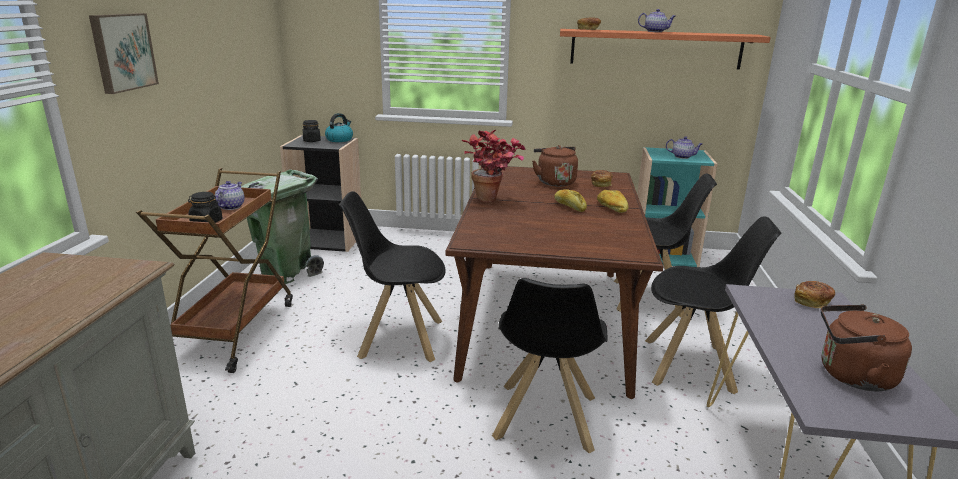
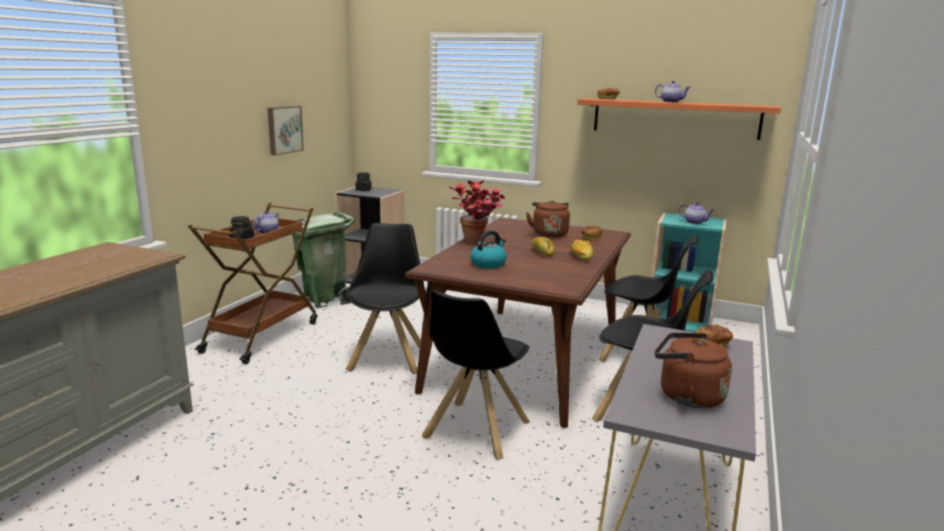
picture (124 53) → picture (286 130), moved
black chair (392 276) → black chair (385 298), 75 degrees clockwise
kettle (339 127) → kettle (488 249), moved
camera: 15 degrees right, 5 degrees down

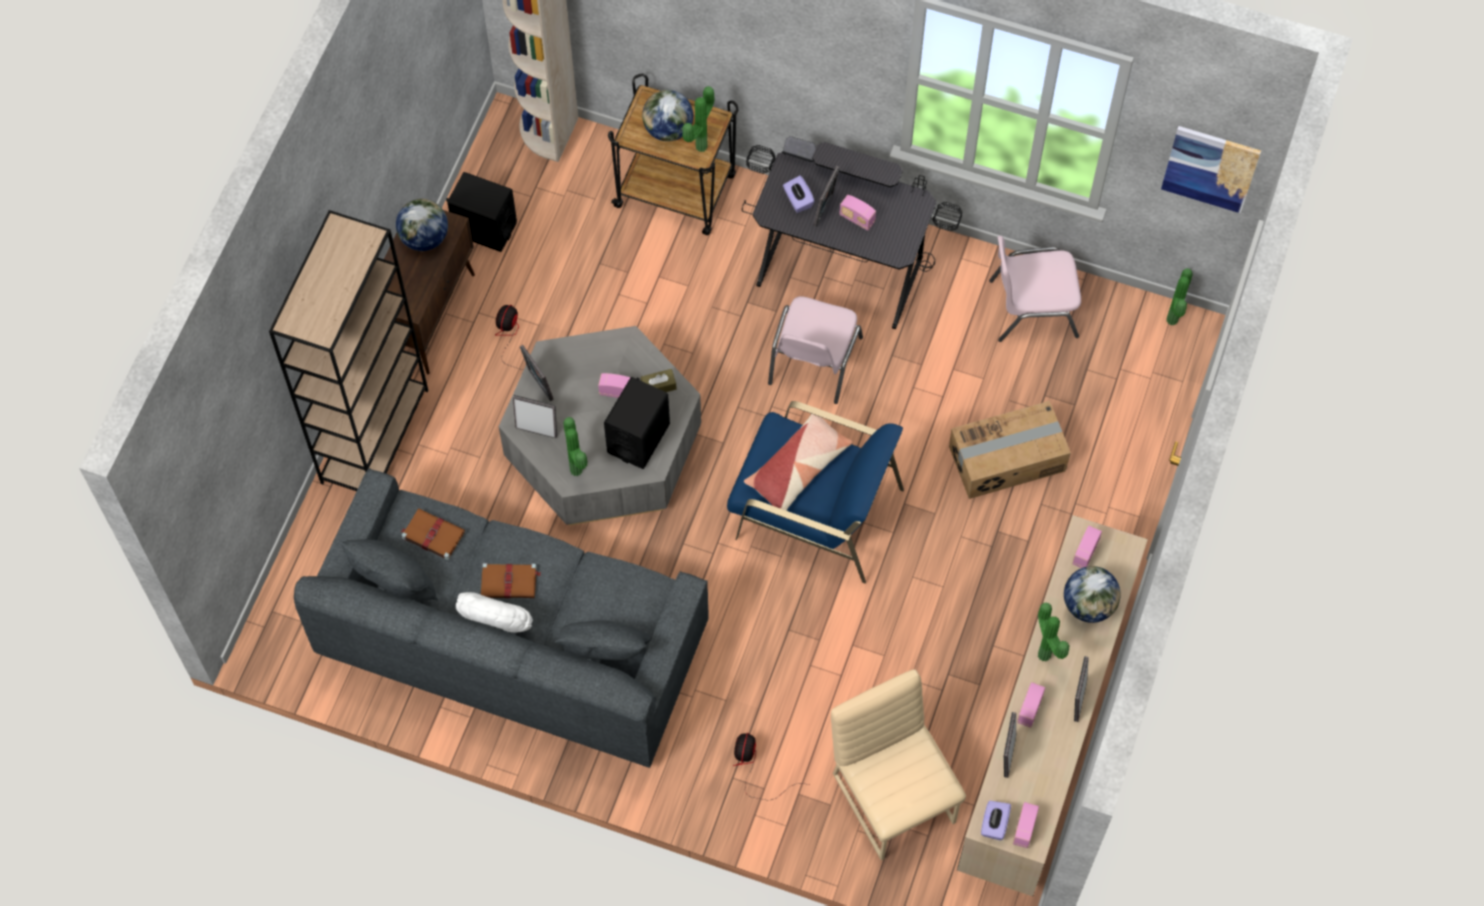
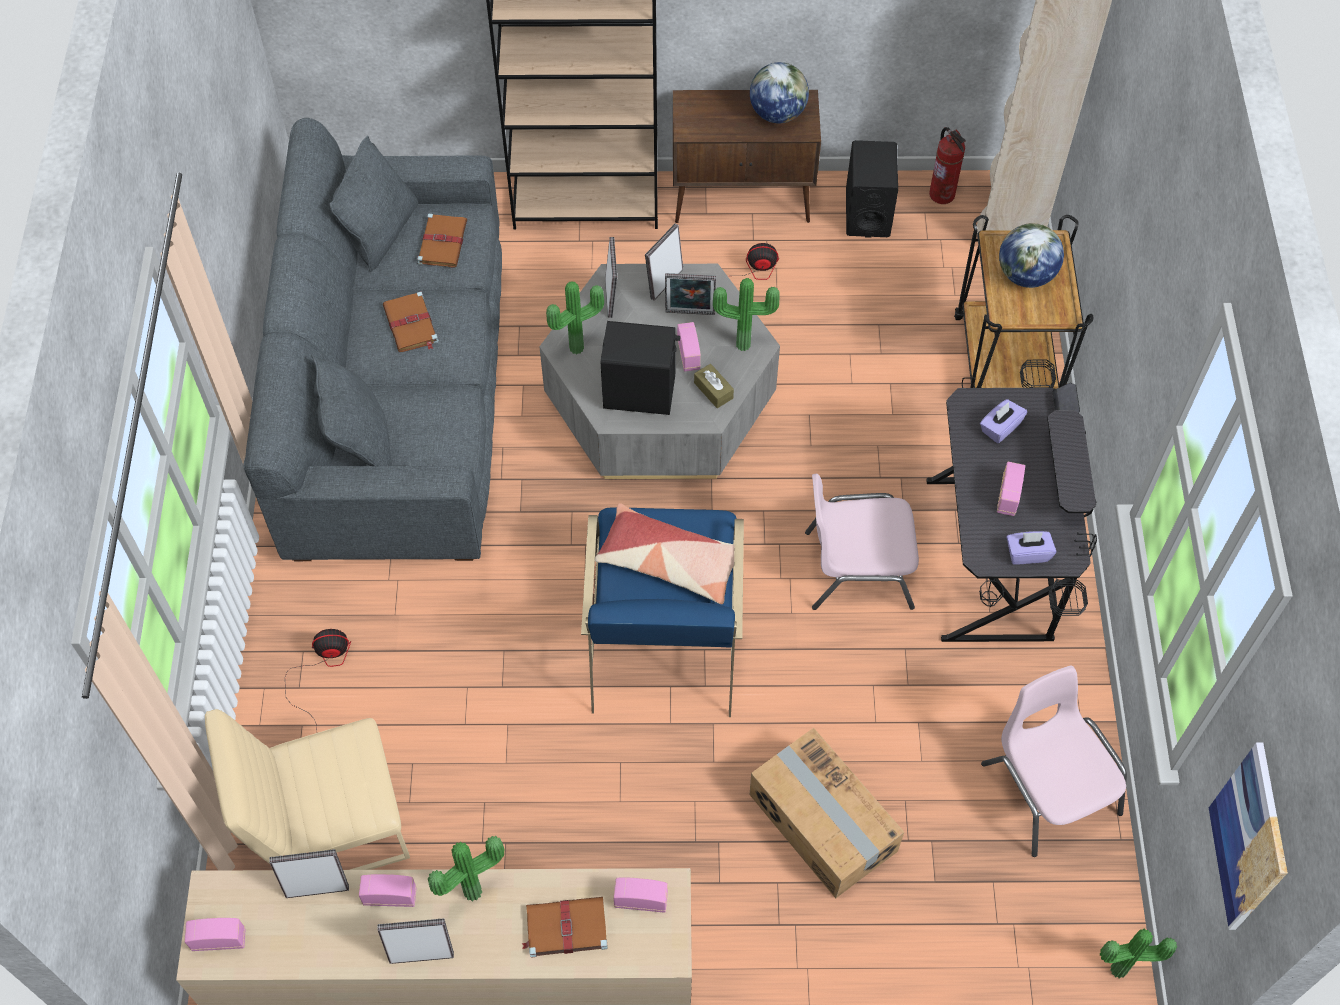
beige chair (898 764) → beige chair (307 789), 150 degrees counterclockwise
globe (1092 594) → brown book (565 927)
picture frame (826 196) → picture frame (690 294), moved
potted plant (698 119) → potted plant (746 314), moved
- → fire extinguisher (947 165)
purple tissue box (996 820) → purple tissue box (1031 548), moved
white pillow (494 612) → -
camera: 70 degrees right, 5 degrees down

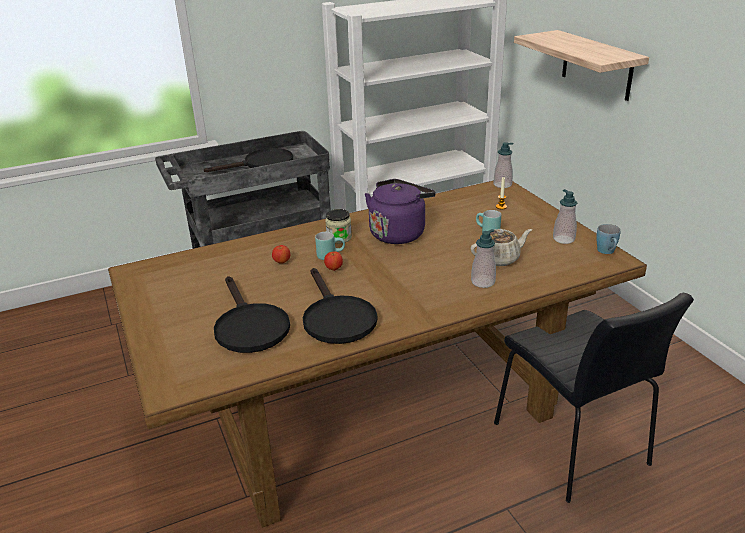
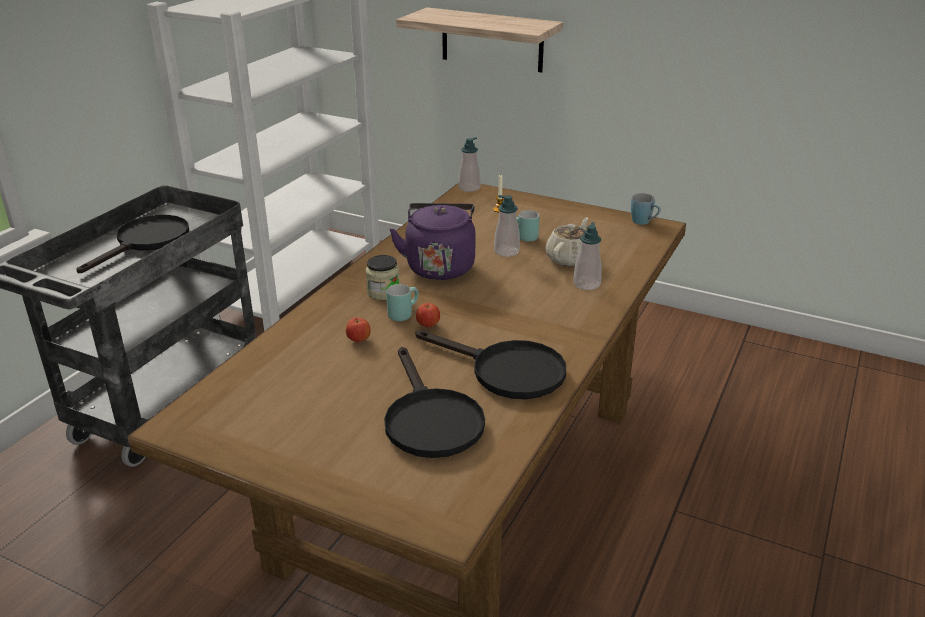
black frying pan (252 314) → black frying pan (434 402), 45 degrees clockwise
soap dispenser (565 216) → soap dispenser (507 226), moved
black chair (594 398) → -
camera: 40 degrees left, 0 degrees up

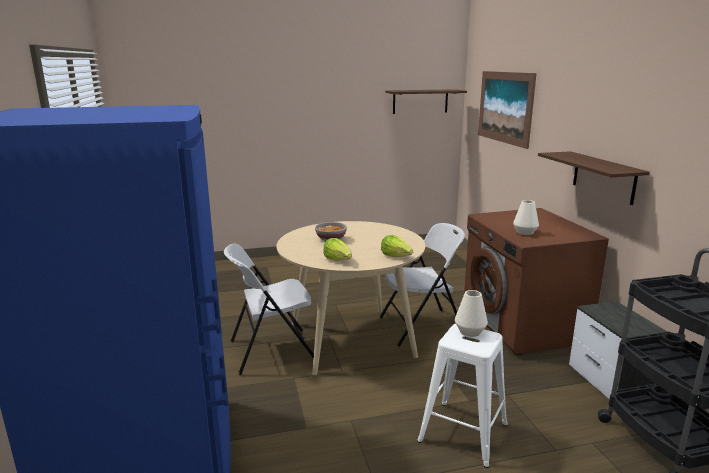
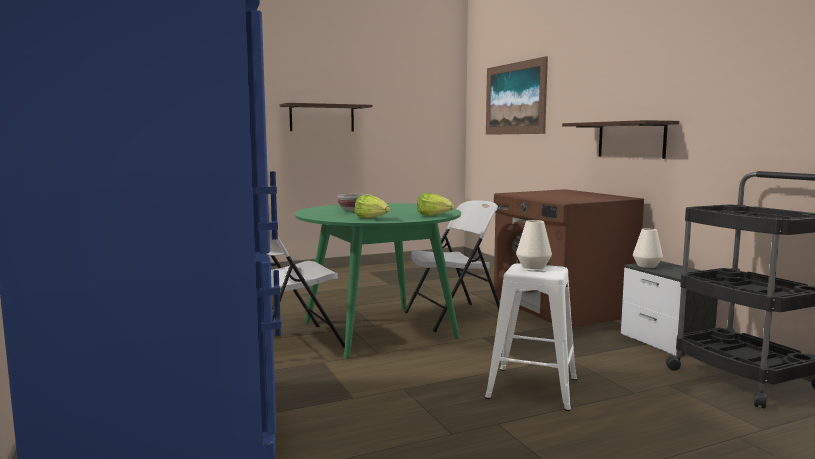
shelf (426 101) → shelf (325 117), moved
beige dining table (350 298) → green dining table (377 280)
white vase (526 217) → white vase (648 248), moved
camera: 10 degrees left, 10 degrees down

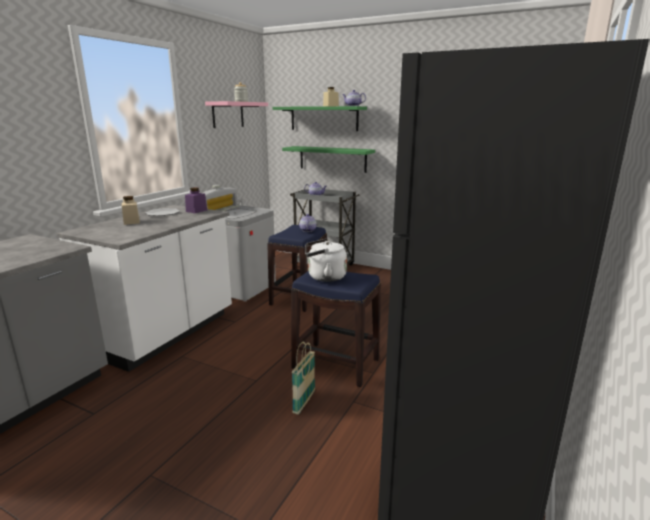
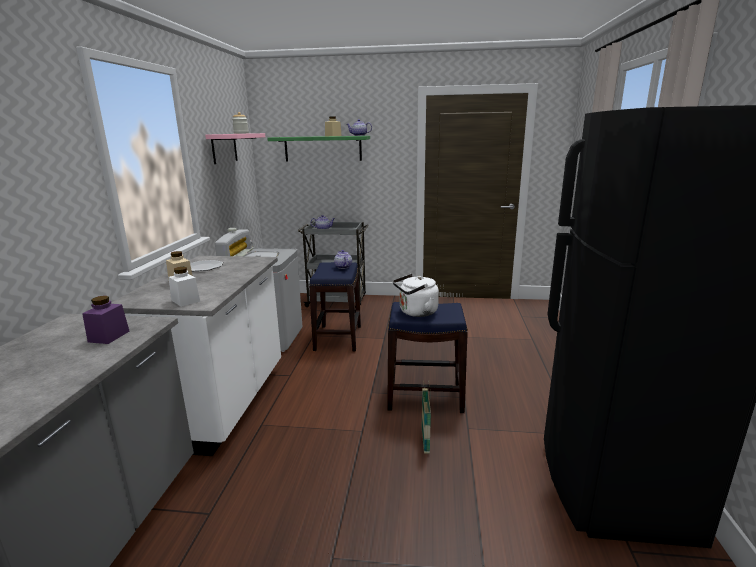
purple jar (196 200) → purple jar (105 320), moved
- → white jar (184 287)
green shelf (328 159) → -
camera: 20 degrees left, 0 degrees up

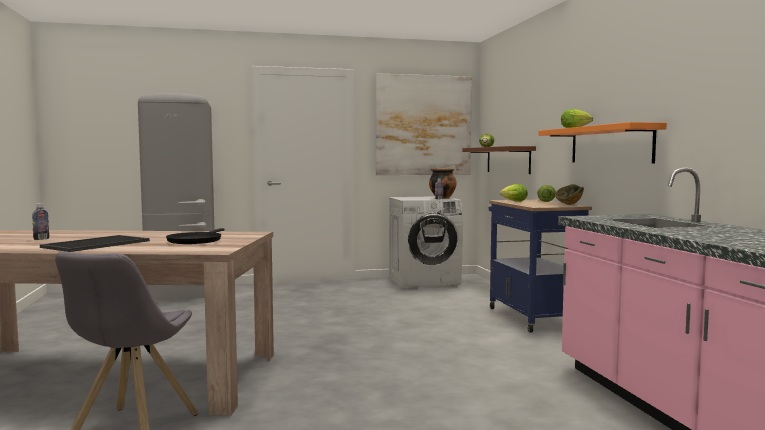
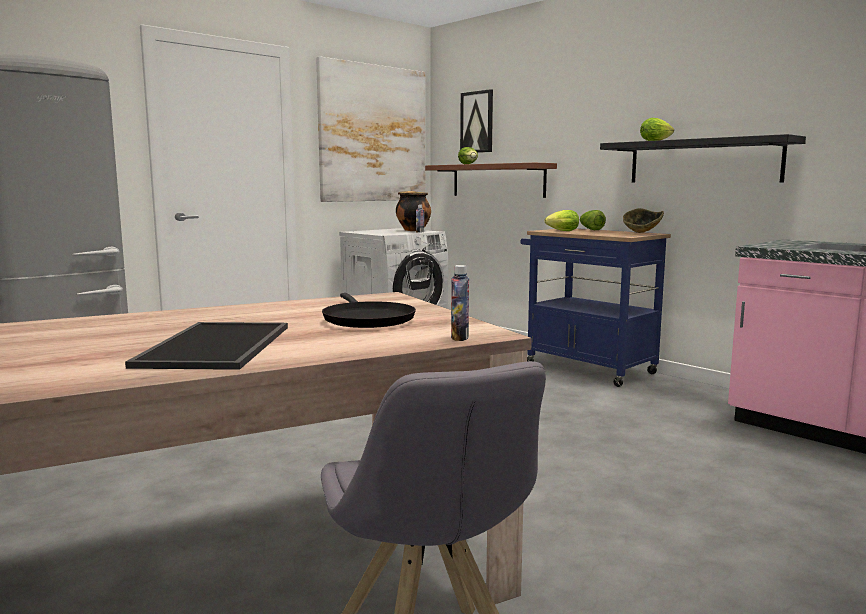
bottle (41 221) → bottle (460 303), moved
- → picture (476 121)
orange shelf (602 143) → black shelf (703 158)
camera: 30 degrees left, 5 degrees up

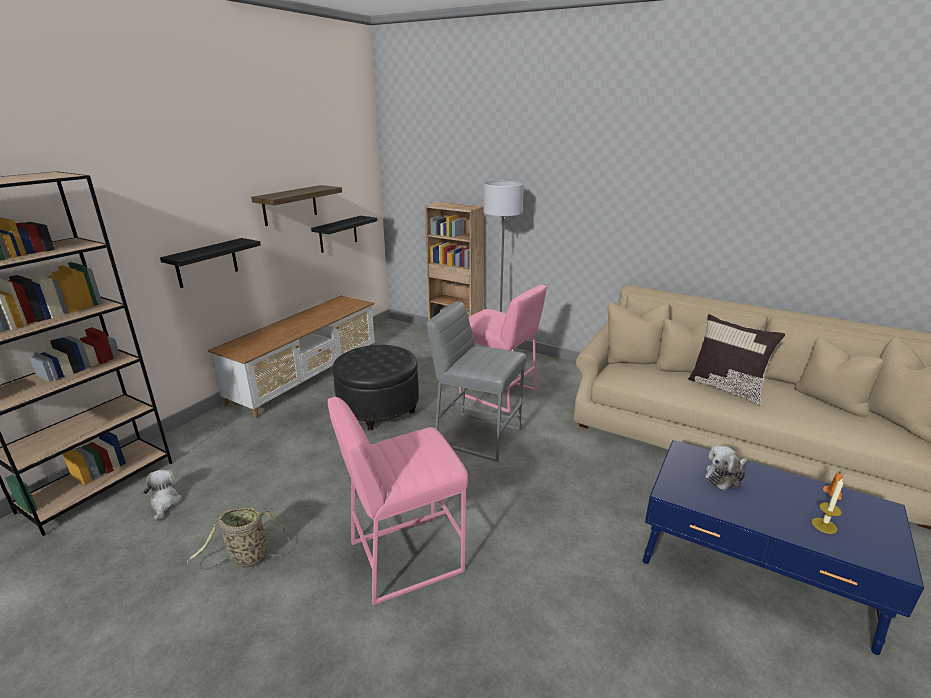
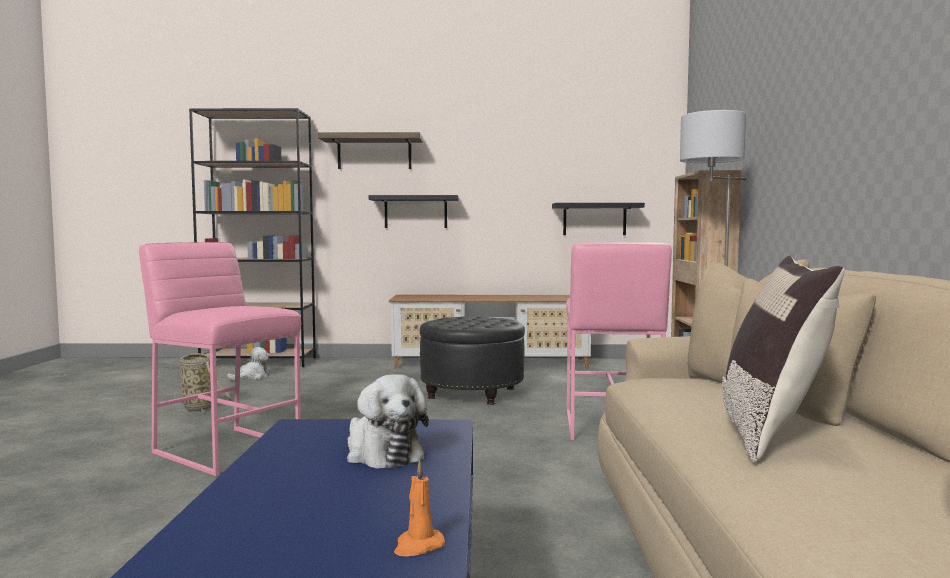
shelf (296 205) → shelf (370 150), moved
plush toy (726 468) → plush toy (388 421), 150 degrees counterclockwise
grey stool (477 381) → -
candle (827 506) → -
camera: 60 degrees right, 20 degrees down

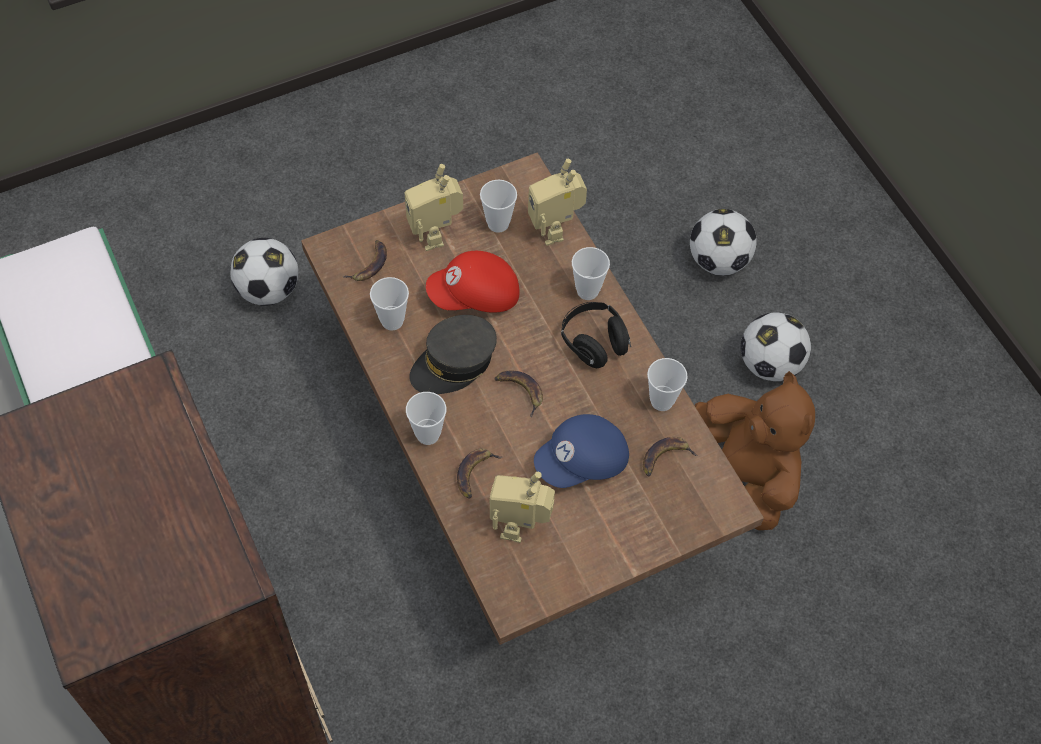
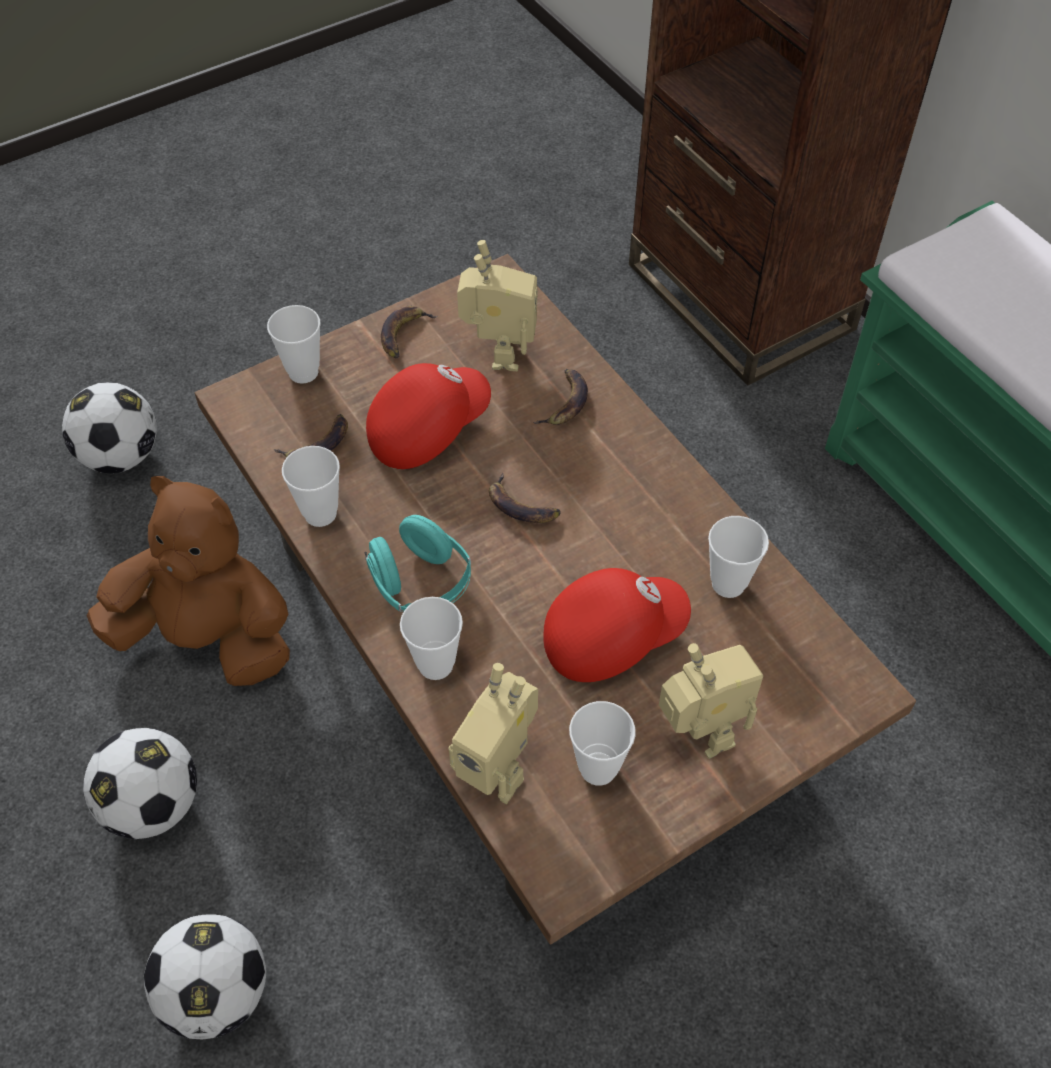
football (264 272) → football (109 427), moved
brown plush toy (755 450) → brown plush toy (188 581), 135 degrees clockwise
cup (426 418) → cup (294 344), moved
black headphones (596 335) → turquoise headphones (418 563)
blue cap (581 451) → red cap (428 416)
banana (364 260) → banana (409 332), moved
toy robot (557 202) → toy robot (493 733), 150 degrees clockwise
grey cap (453 354) → -
camera: 175 degrees right, 5 degrees down

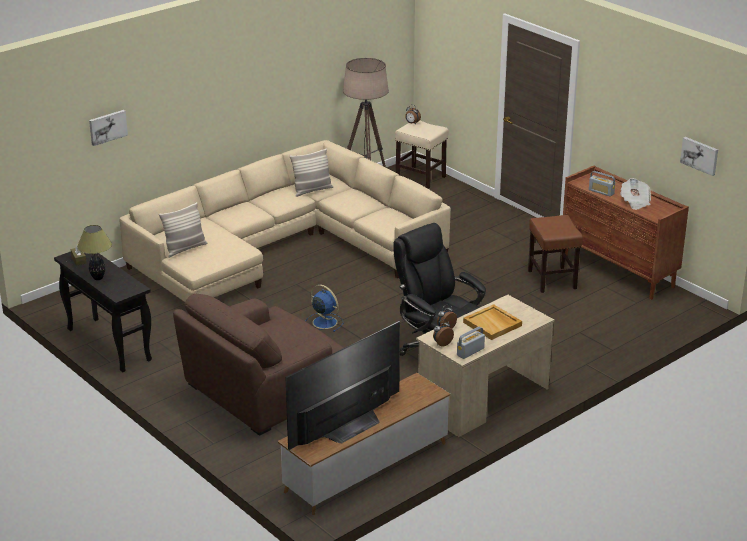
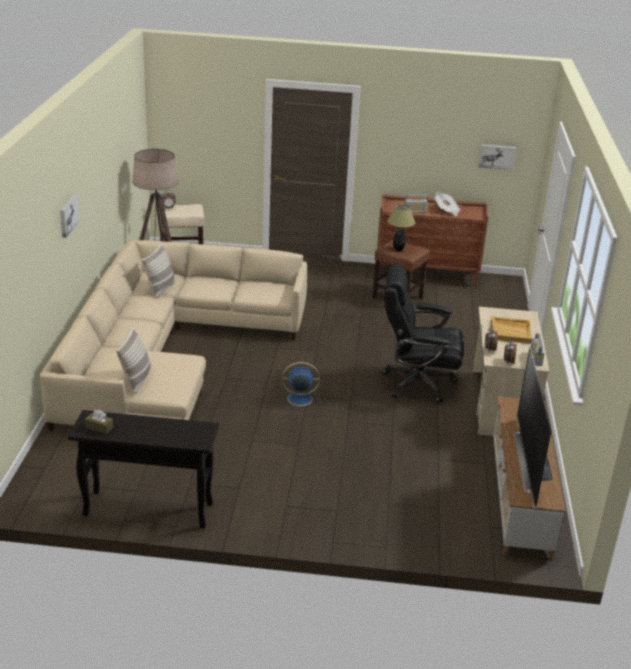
picture (108 128) → picture (70 216), moved
table lamp (94 252) → table lamp (401 228), moved
brown armchair (258 365) → -
camera: 45 degrees left, 0 degrees up

